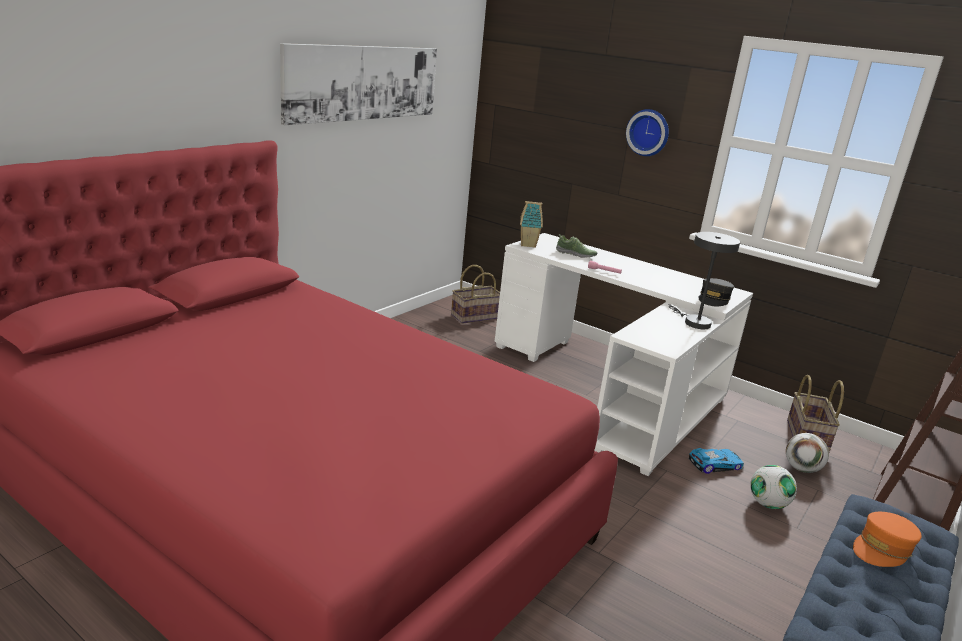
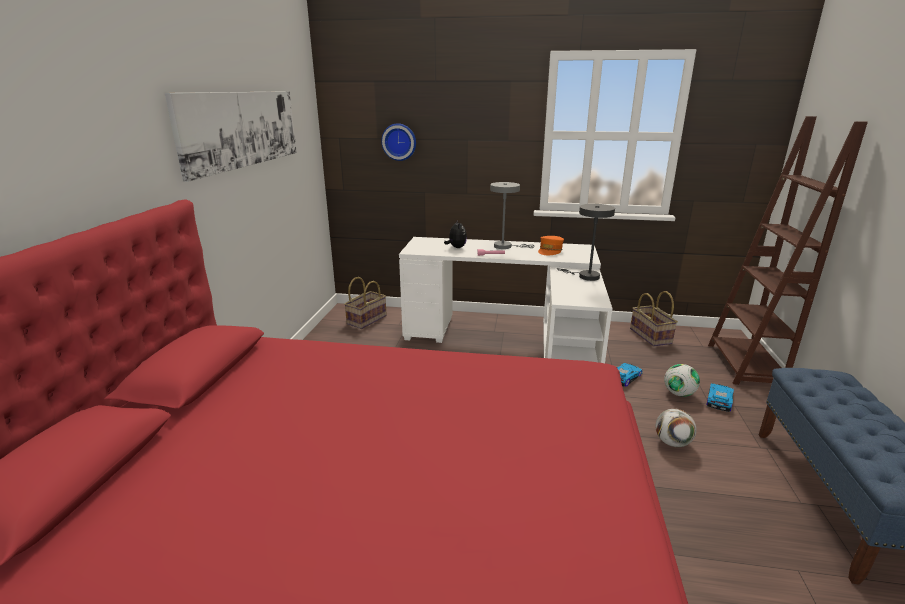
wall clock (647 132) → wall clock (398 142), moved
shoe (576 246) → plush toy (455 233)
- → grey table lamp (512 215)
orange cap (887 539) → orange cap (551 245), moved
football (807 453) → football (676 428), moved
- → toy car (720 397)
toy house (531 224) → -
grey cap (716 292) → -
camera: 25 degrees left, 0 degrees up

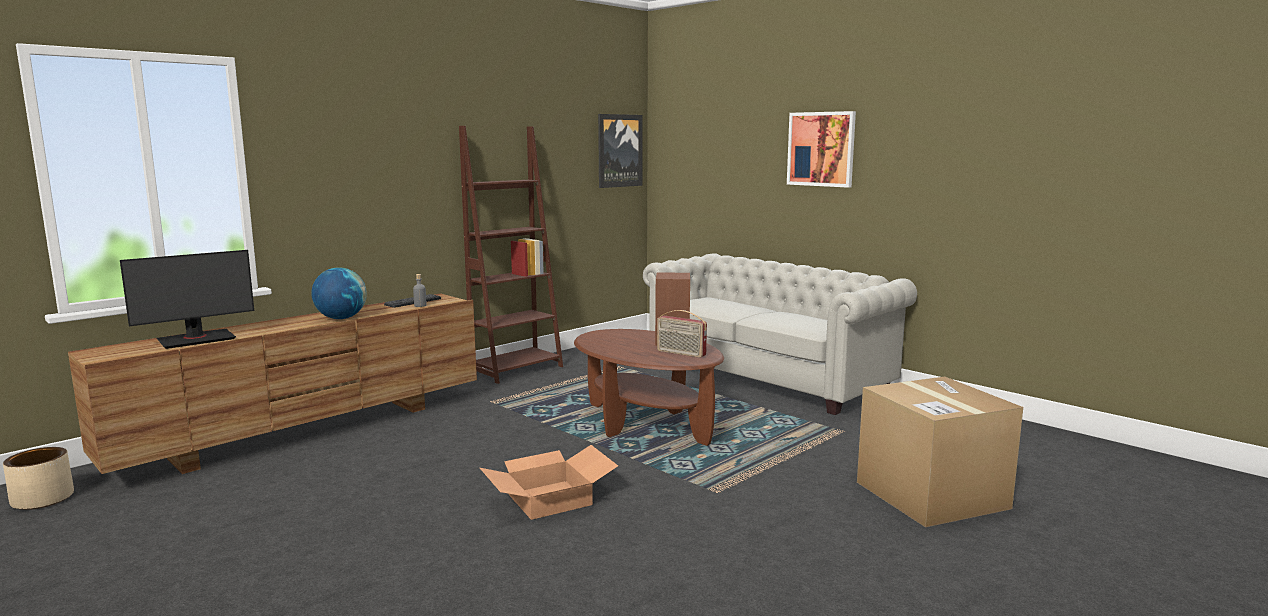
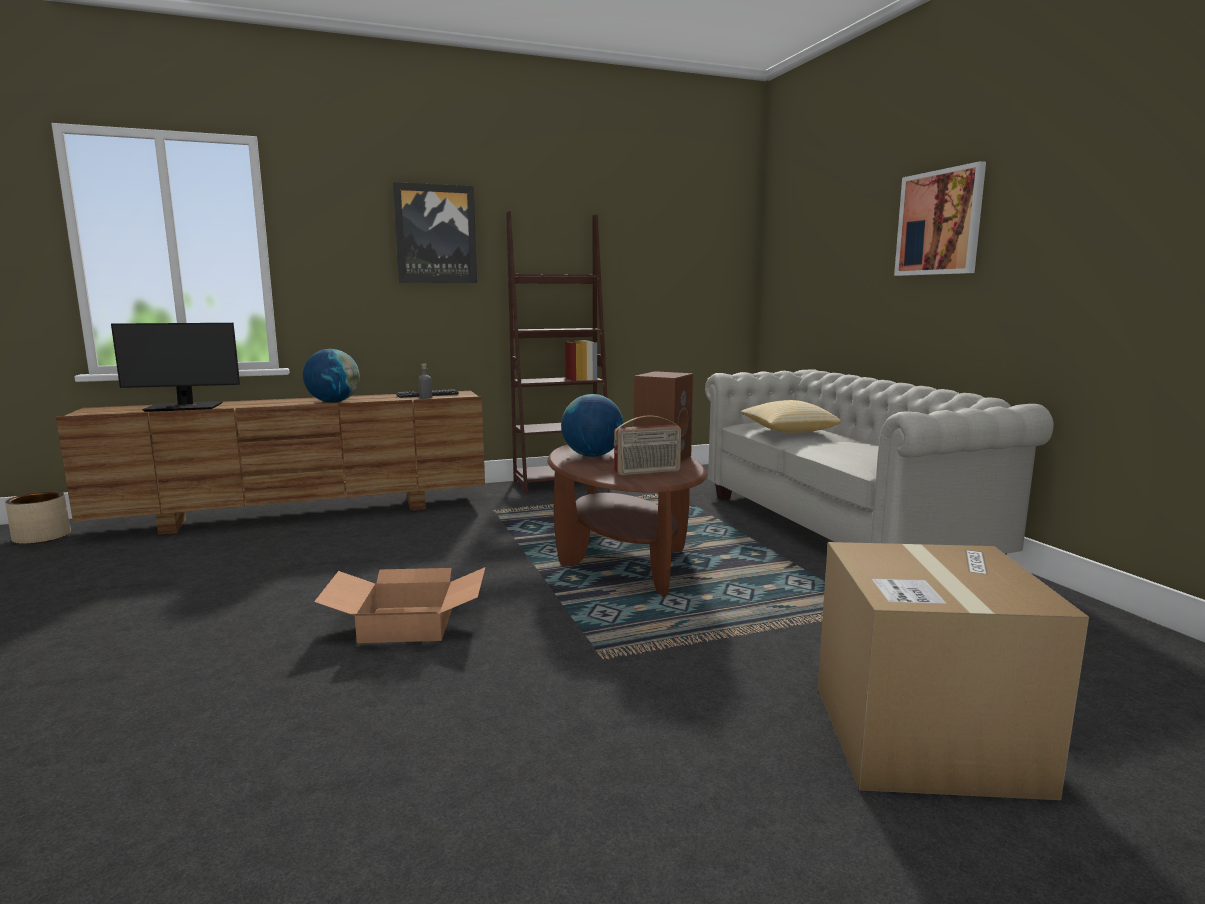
picture (620 151) → picture (435 232), moved
- → globe (592 425)
radio (682 334) → radio (647 445), 75 degrees counterclockwise
- → pillow (791 416)
camera: 25 degrees right, 0 degrees up

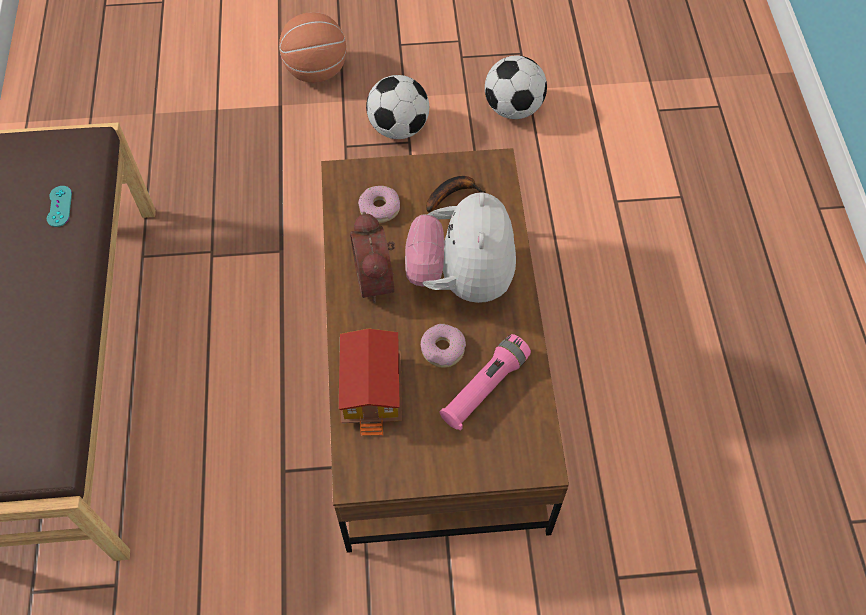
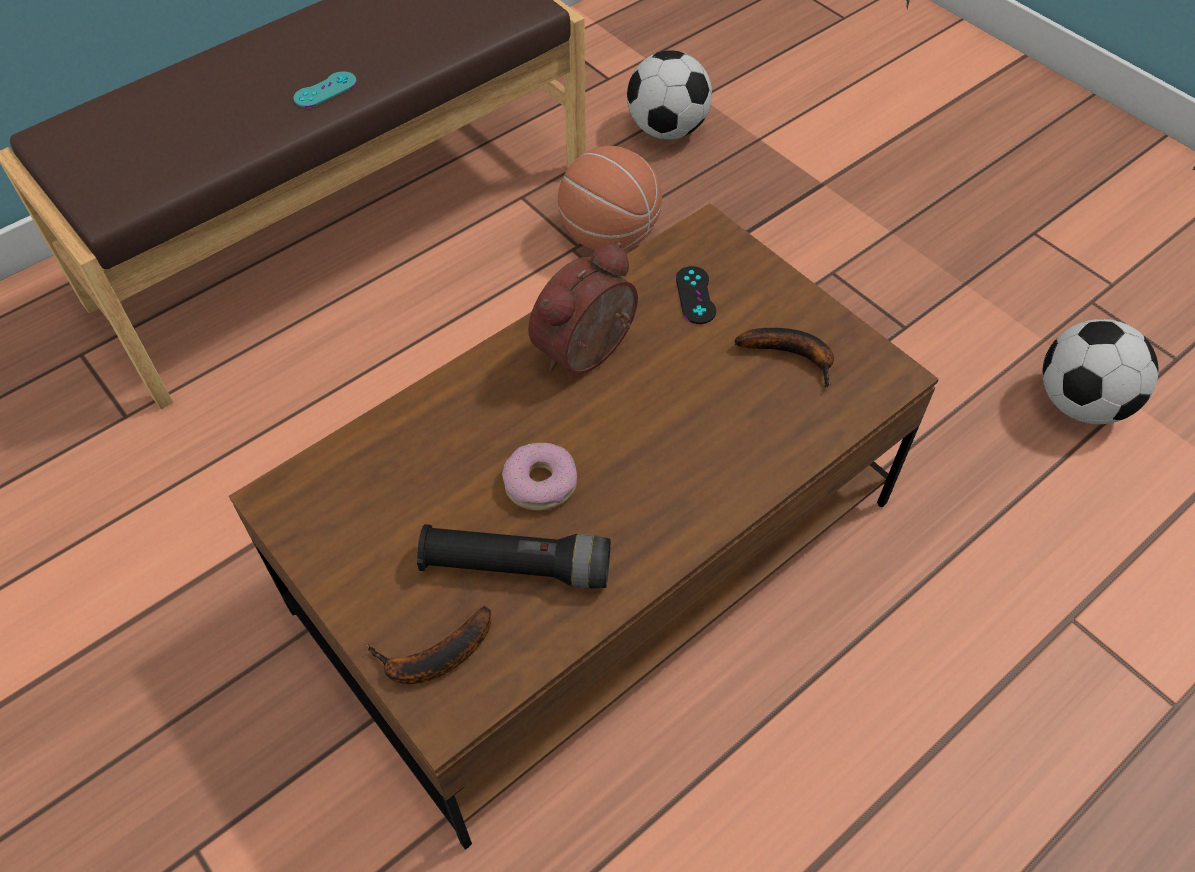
turquoise game controller (59 206) → turquoise game controller (325 89), moved
- → banana (429 645)
pink flashlight (485 382) → black flashlight (514 556)
basketball (312 47) → basketball (610 198), moved
football (397 107) → football (669 94), moved
donut (379 204) → black game controller (696 295)
toy house (370 382) → -
plush toy (460 247) → -
camera: 55 degrees right, 5 degrees down

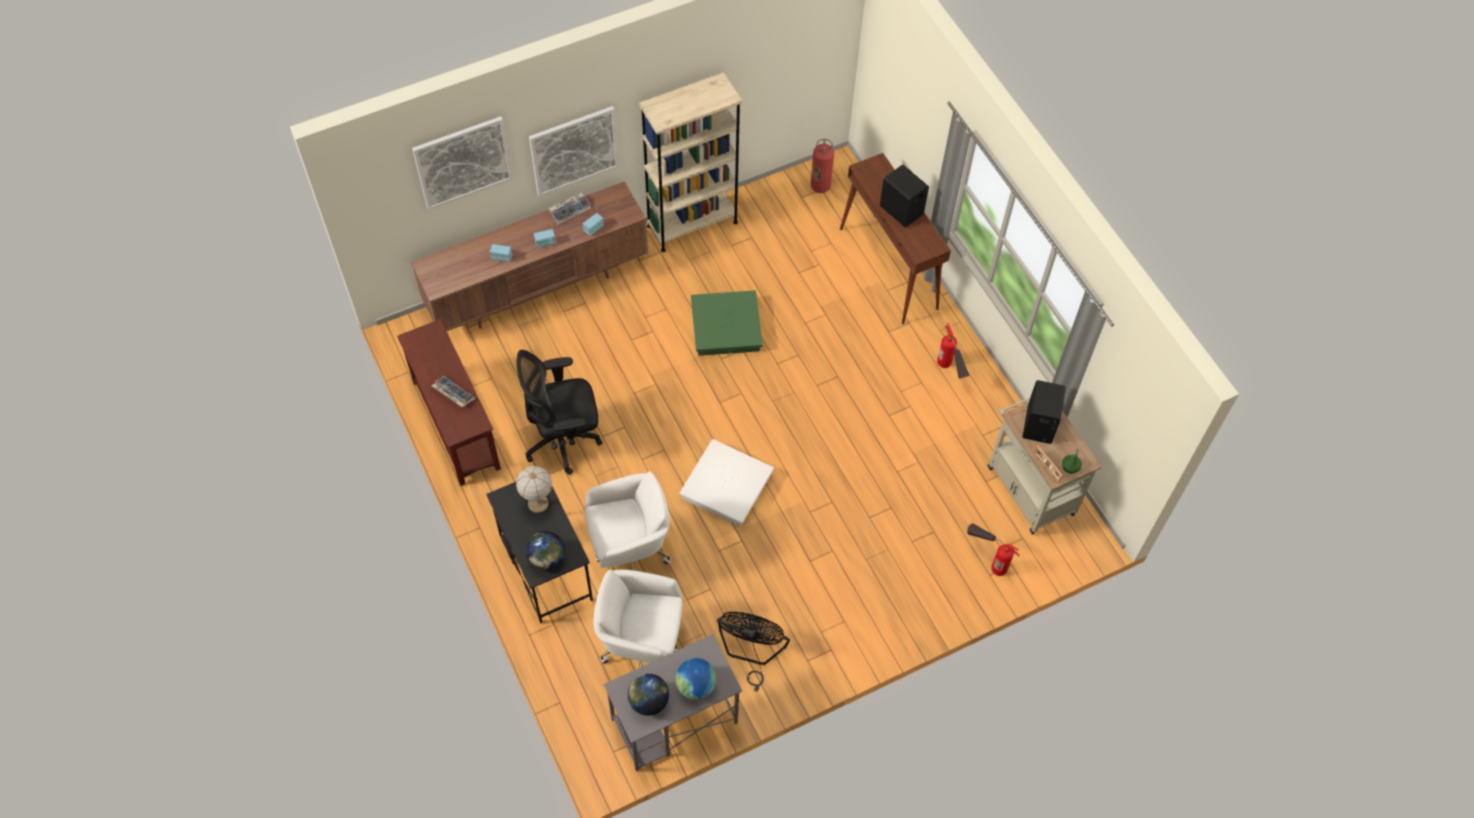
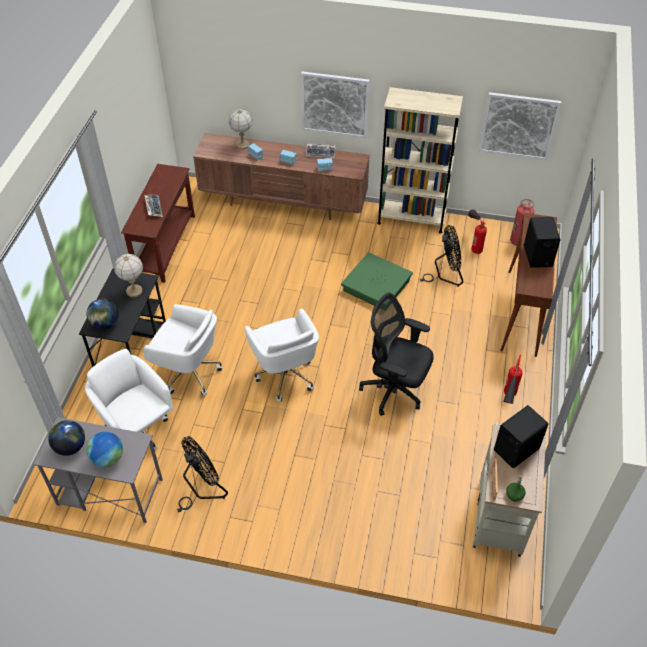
- → table lamp (241 129)
white storage box (727 483) → white office chair (282 355)
black office chair (559 412) → black office chair (396 354), moved
- → black fan (441 256)
fire extinguisher (993 549) → fire extinguisher (477 231), moved
picture (462 163) → picture (520 126), moved
camera: 40 degrees right, 10 degrees down

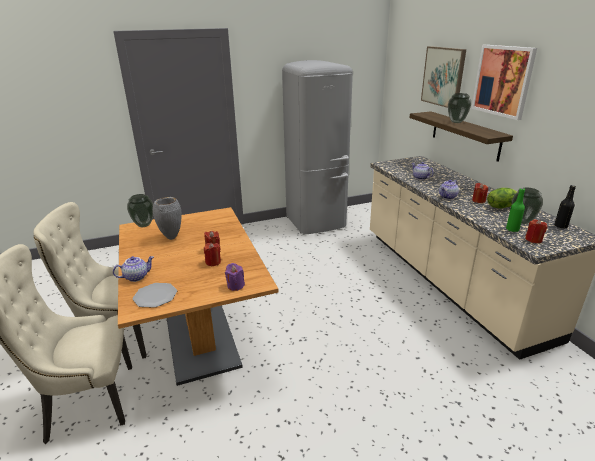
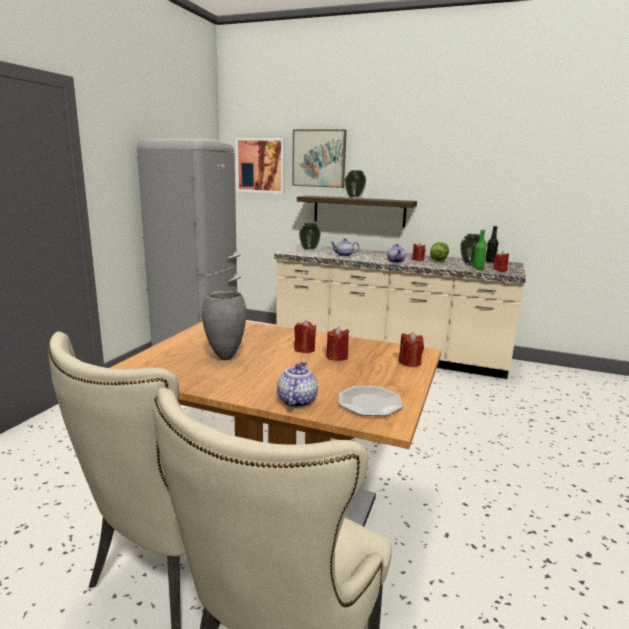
picture (504 82) → picture (260 166), moved
vase (140 210) → vase (310 237), moved
purple candle (235 277) → red candle (411 349)
camera: 50 degrees left, 10 degrees down

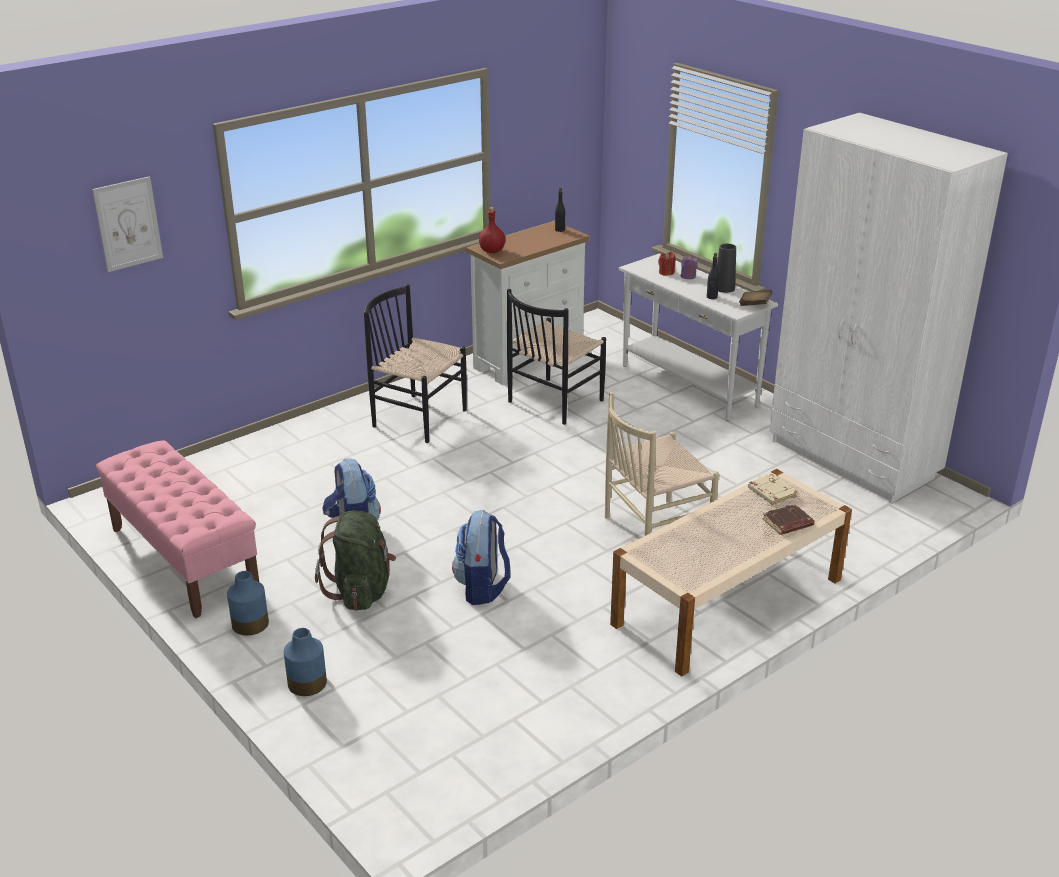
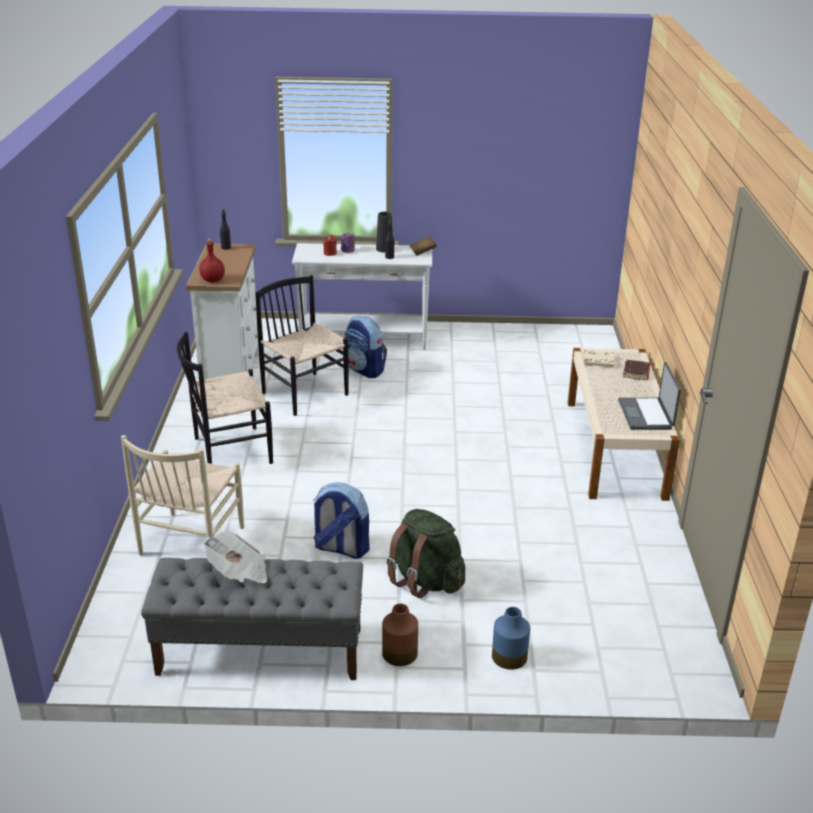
beige chair (662 476) → beige chair (182 495), moved
pink bench (177 529) → grey bench (252 619)
- → newspaper (235 557)
black chair (556 357) → black chair (302 345), 150 degrees clockwise
backpack (481 557) → backpack (366 347), moved
blue vase (248 603) → brown vase (400 635)
- → laptop (649 396)
picture (127 224) → -
white wardrobe (888 308) → -
camera: 50 degrees left, 0 degrees up

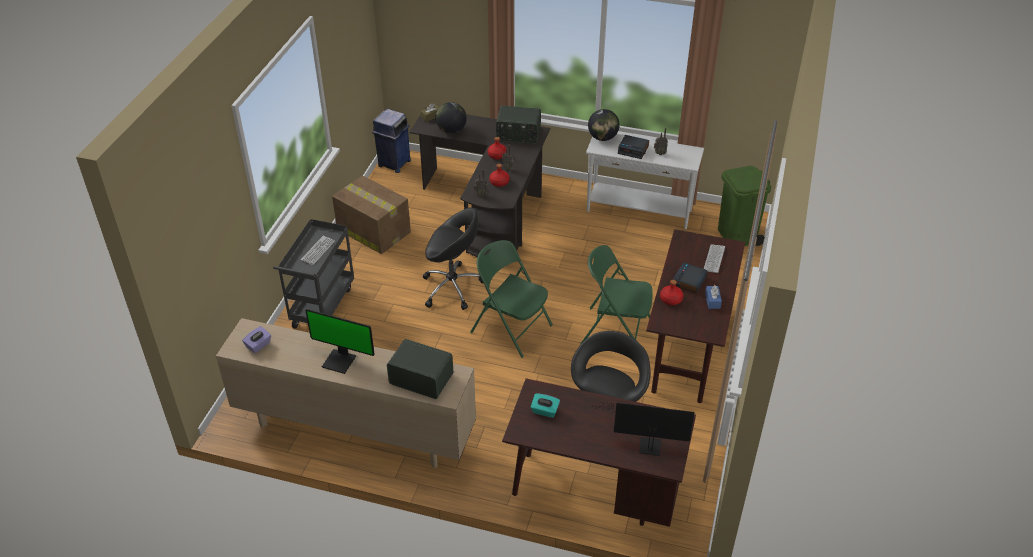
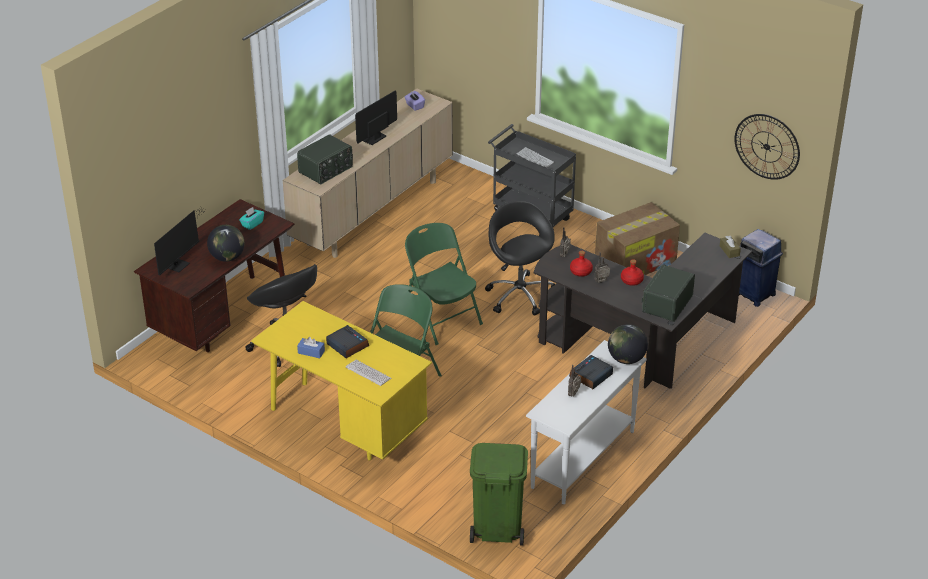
globe (451 118) → globe (225 243), moved
brown desk (695 316) → yellow desk (341 381)
green chair (511 299) → green chair (444 284), 90 degrees counterclockwise
black office chair (453 259) → black office chair (520 258), 105 degrees clockwise
- → wall clock (767 147)
red bottle (671 292) → -
camera: 110 degrees right, 5 degrees down

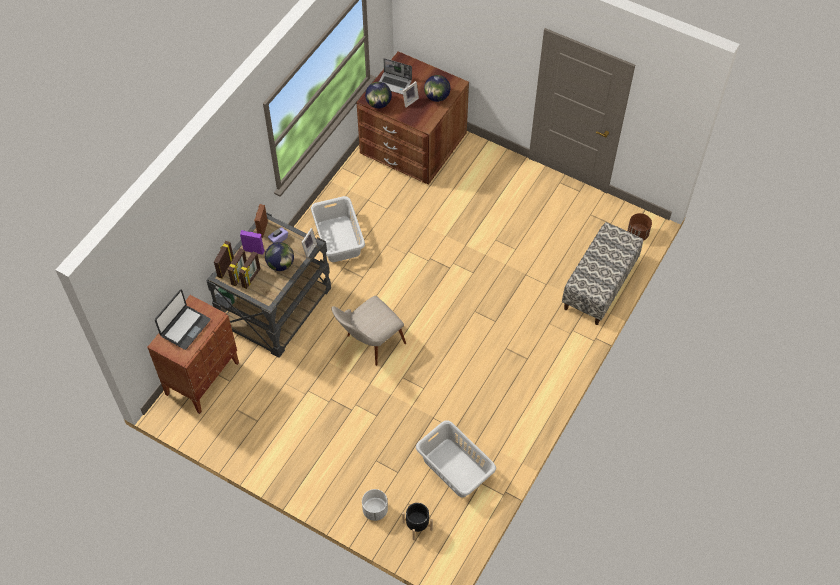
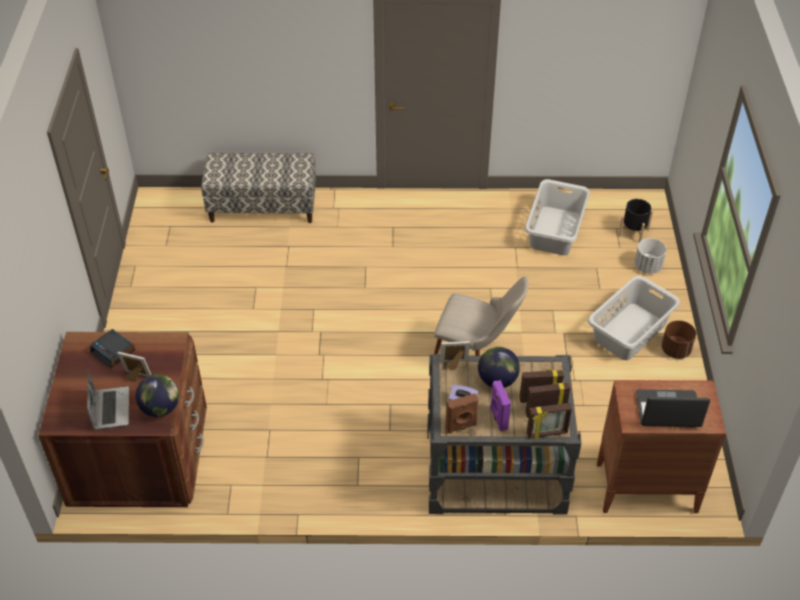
globe (437 88) → alarm clock (112 349)
grey laundry basket (338 229) → grey laundry basket (634 318), moved
brown planter (639 227) → brown planter (679 339), moved
camera: 120 degrees left, 10 degrees down

